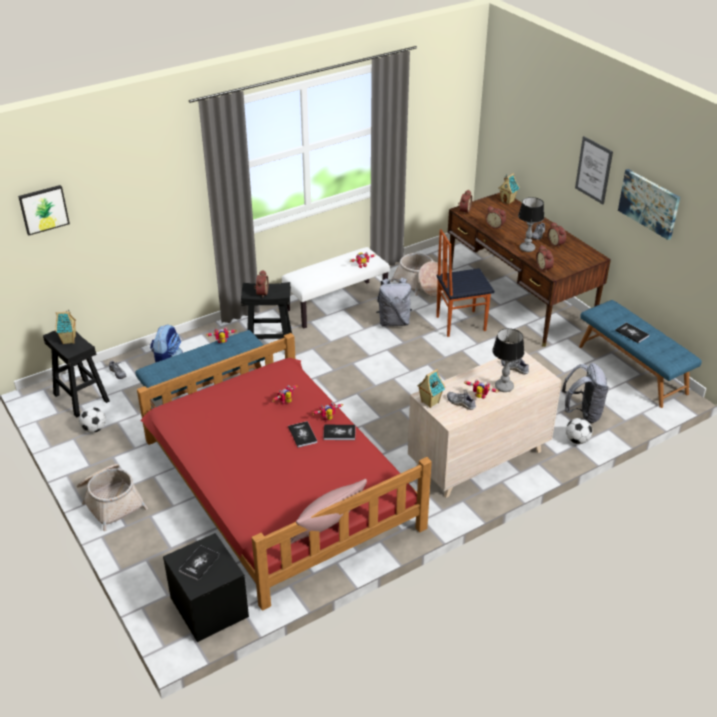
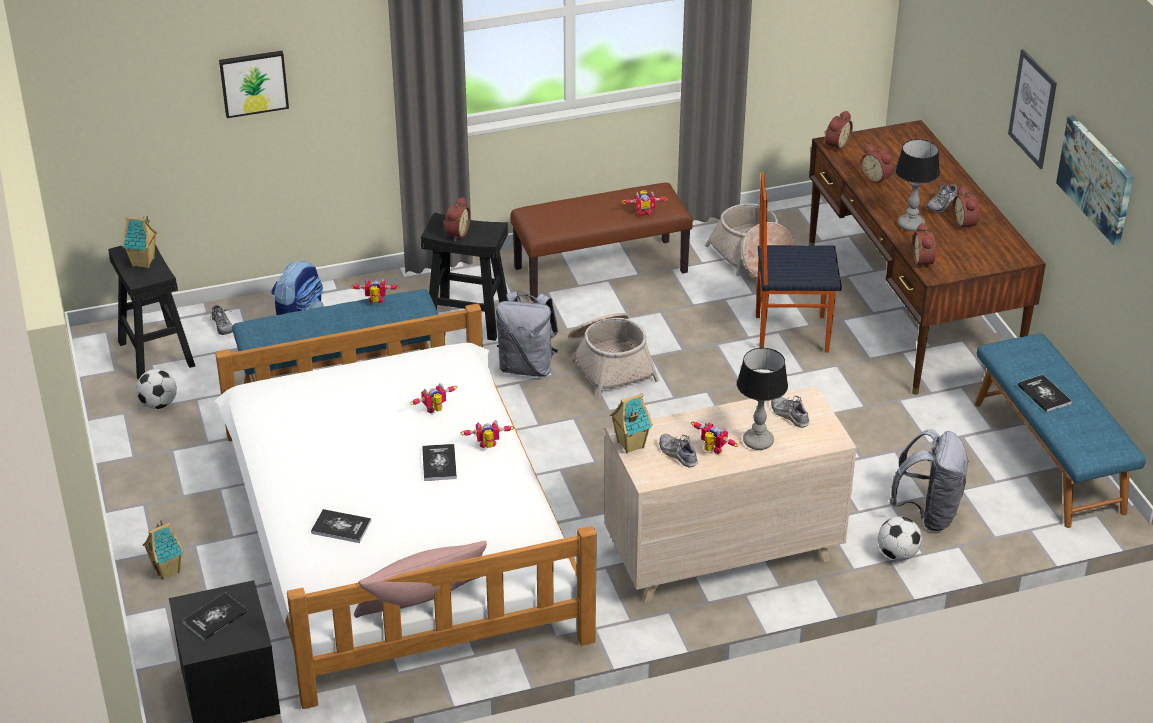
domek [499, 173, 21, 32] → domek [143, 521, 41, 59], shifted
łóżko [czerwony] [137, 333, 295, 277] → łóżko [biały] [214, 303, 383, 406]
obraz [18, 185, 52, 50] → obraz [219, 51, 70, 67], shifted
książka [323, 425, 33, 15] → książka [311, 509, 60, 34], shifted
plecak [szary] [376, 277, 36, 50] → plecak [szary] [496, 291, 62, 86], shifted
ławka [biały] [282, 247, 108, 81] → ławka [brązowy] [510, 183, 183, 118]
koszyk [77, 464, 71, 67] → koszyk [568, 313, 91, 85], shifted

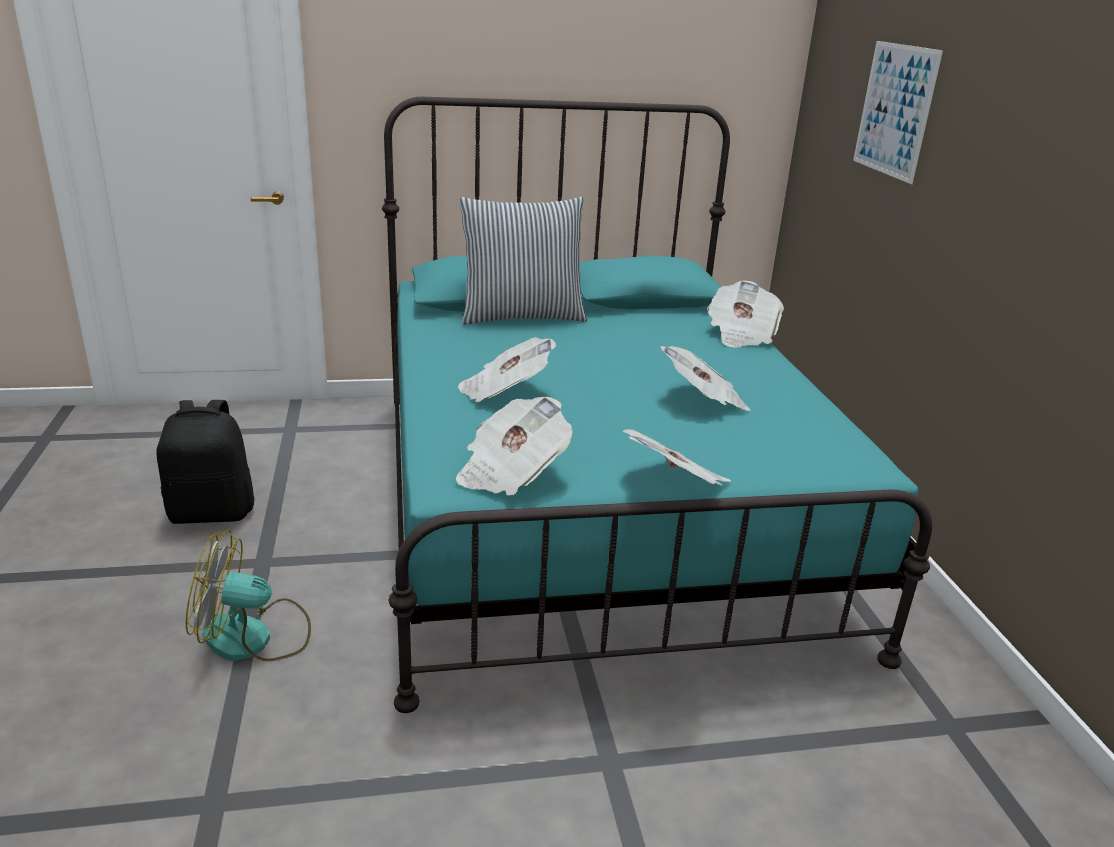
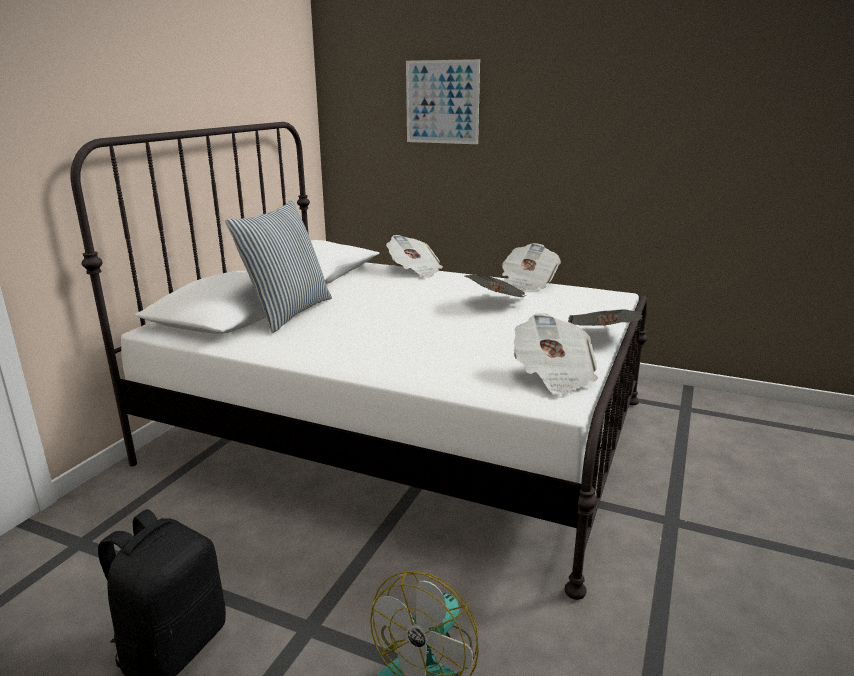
łóżko [turkusowy] [382, 97, 550, 616] → łóżko [biały] [71, 122, 577, 478]
gazeta [458, 337, 98, 66] → gazeta [502, 243, 59, 48], shifted

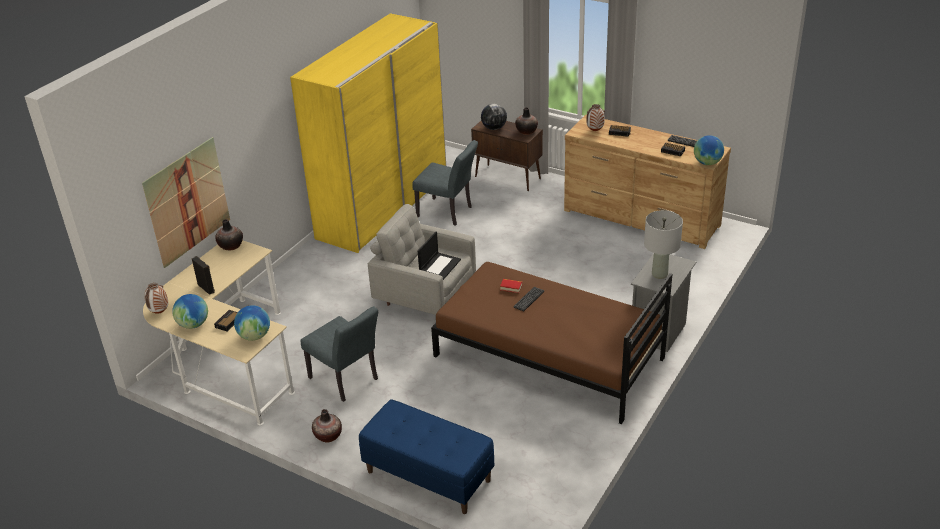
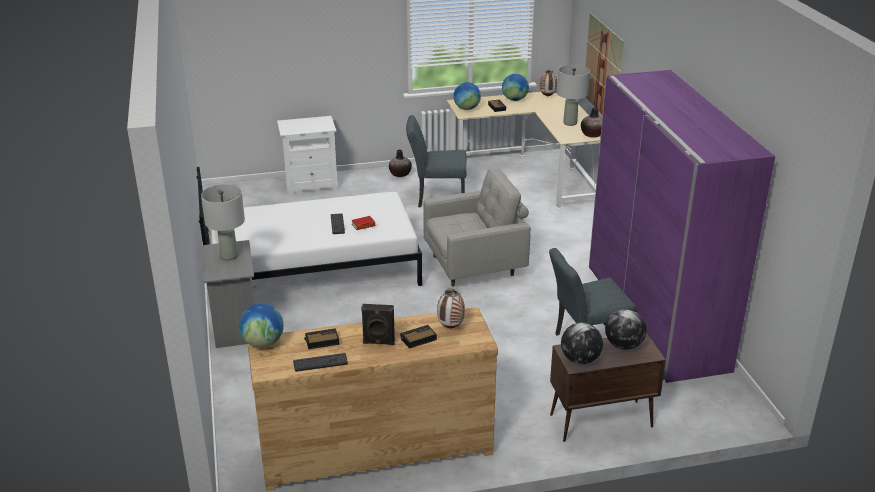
łóżko [brązowy] [431, 262, 241, 162] → łóżko [biały] [197, 167, 225, 119]
ławka [niebieski] [359, 399, 135, 115] → szafka nocna [biały] [277, 116, 61, 78]
głośnik [czarny] [192, 256, 23, 39] → głośnik [czarny] [361, 304, 34, 41], shifted
- → lampa stołowa [szary] [557, 65, 33, 61]
wazon [515, 107, 23, 28] → globus [561, 322, 42, 42]
szafa [żółty] [290, 13, 156, 240] → szafa [fioletowy] [589, 70, 186, 313]
laptop [418, 232, 43, 48] → -

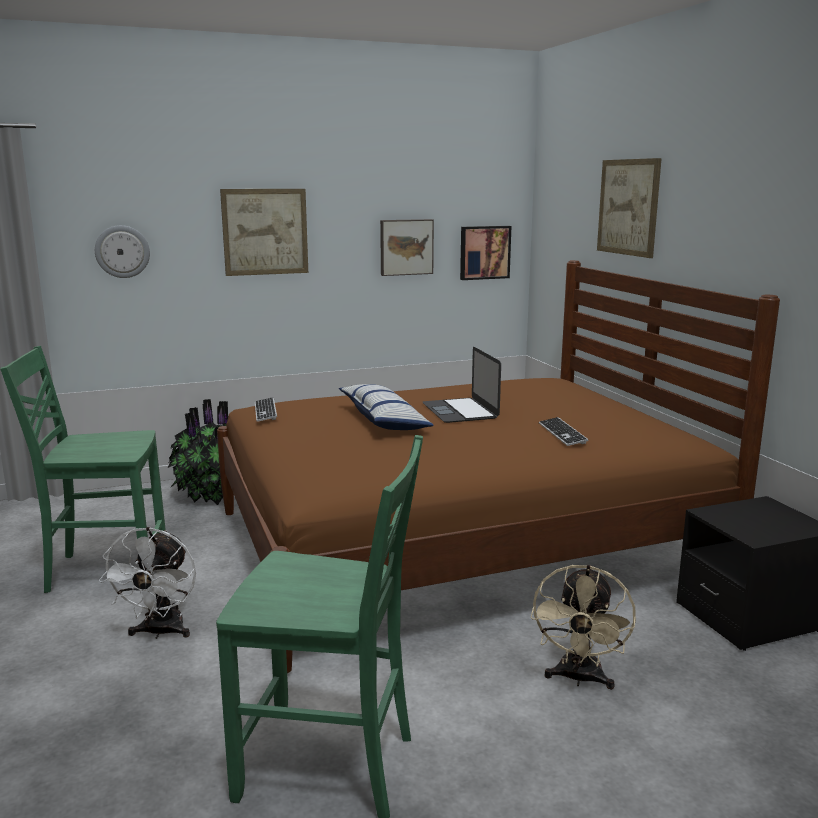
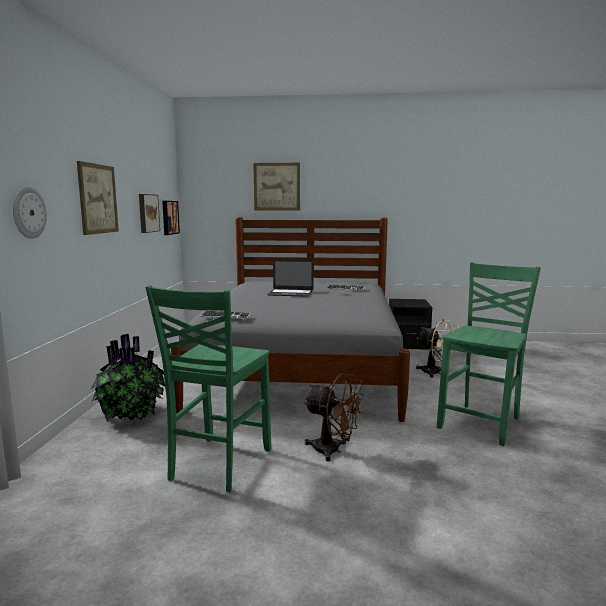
łóżko [brązowy] [217, 260, 563, 413] → łóżko [szary] [171, 217, 239, 205]
wentylator [biały] [99, 527, 97, 112] → wentylator [brązowy] [303, 373, 61, 88]
poduszka [339, 384, 95, 46] → -

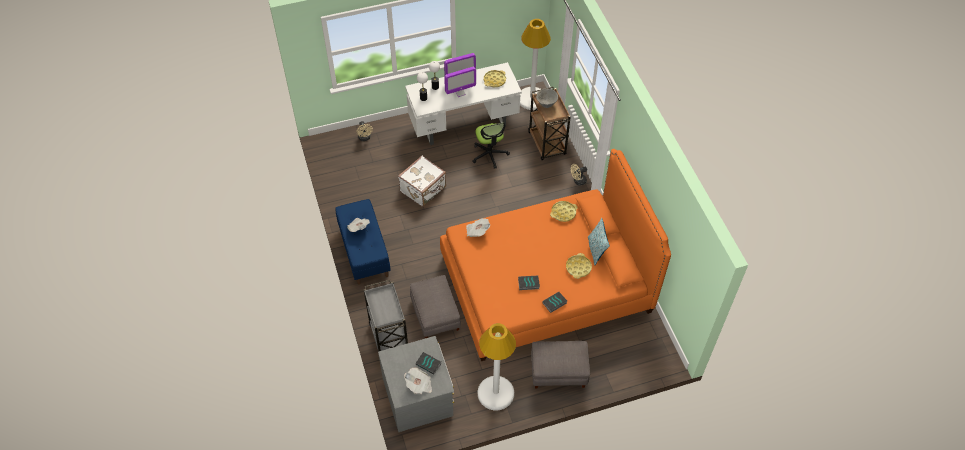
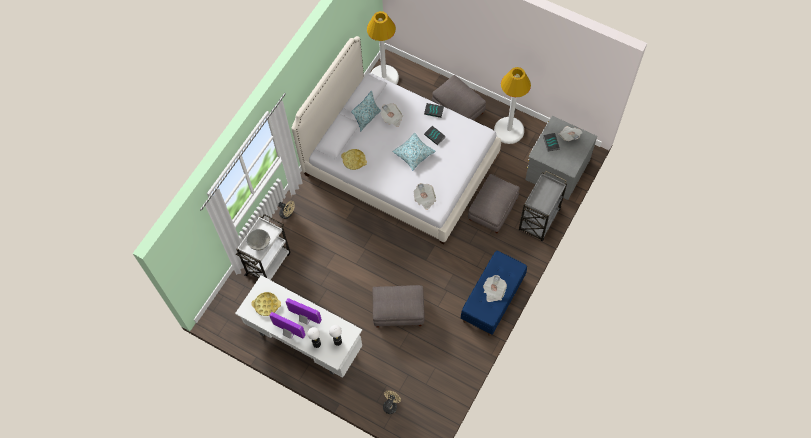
wózek [brązowy] [528, 87, 43, 73] → wózek [biały] [236, 214, 54, 66]
łóżko [pomarańczowy] [440, 149, 231, 212] → łóżko [biały] [292, 36, 209, 209]
lampa stojąca [biały] [520, 19, 31, 91] → lampa stojąca [biały] [367, 11, 32, 74], shifted
walizka [biały] [398, 156, 48, 51] → pufa [szary] [373, 285, 51, 43]
taca [żółty] [566, 253, 26, 26] → gazeta [381, 103, 22, 24]
- → poduszka [392, 132, 44, 38]
krzesło biurowe [472, 122, 38, 47] → -

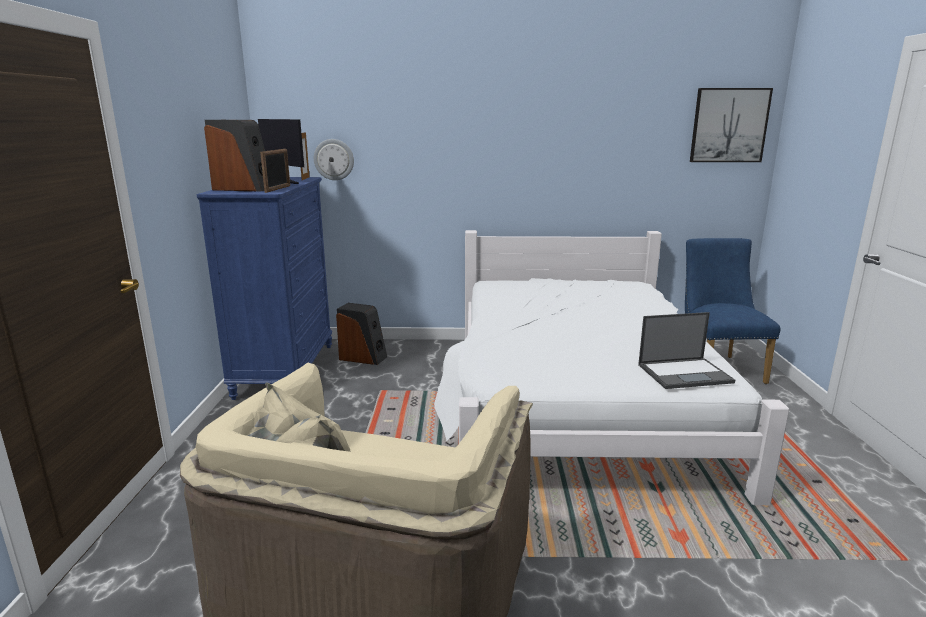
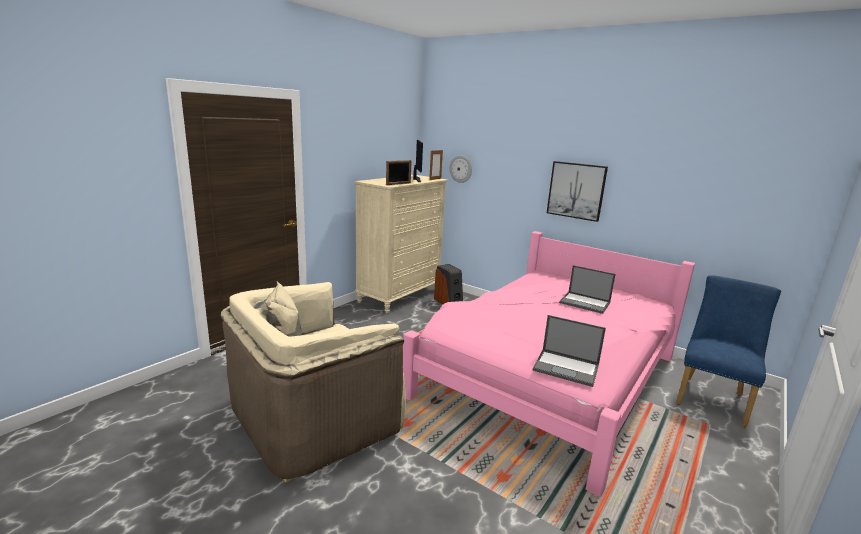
komoda [niebieski] [197, 177, 135, 223] → komoda [beżowy] [354, 175, 94, 138]
łóżko [biały] [434, 230, 355, 275] → łóżko [różowy] [403, 231, 292, 266]
obraz [690, 88, 83, 74] → obraz [547, 161, 61, 61], shifted
- → laptop [559, 265, 57, 49]
głośnik [204, 120, 61, 71] → -

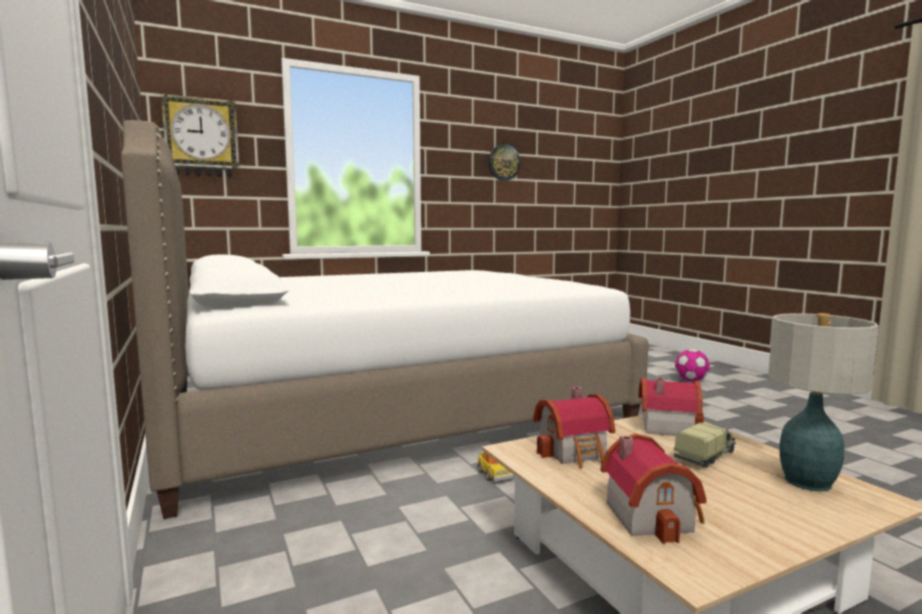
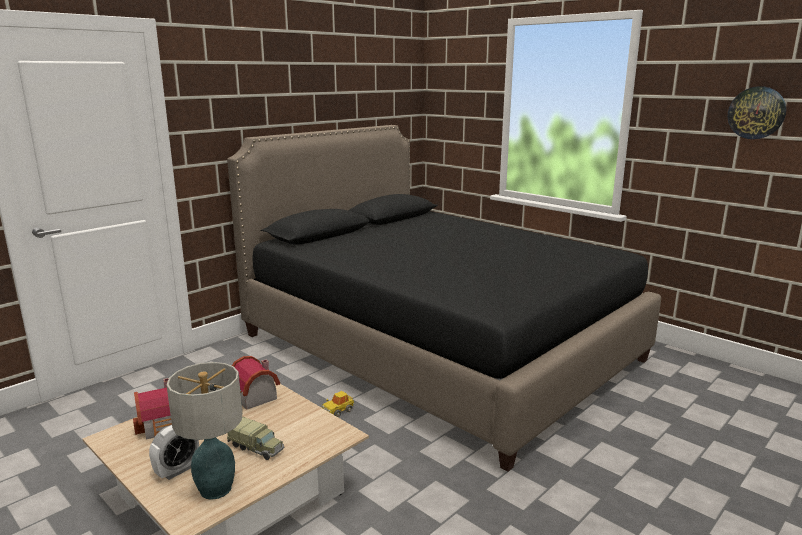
- → budzik [149, 425, 50, 55]
łóżko [biały] [121, 120, 528, 399] → łóżko [czarny] [227, 125, 434, 347]
zegar ścienny [161, 94, 79, 84] → -
domek [638, 377, 66, 59] → -
piłka futbolowa [675, 349, 35, 32] → -

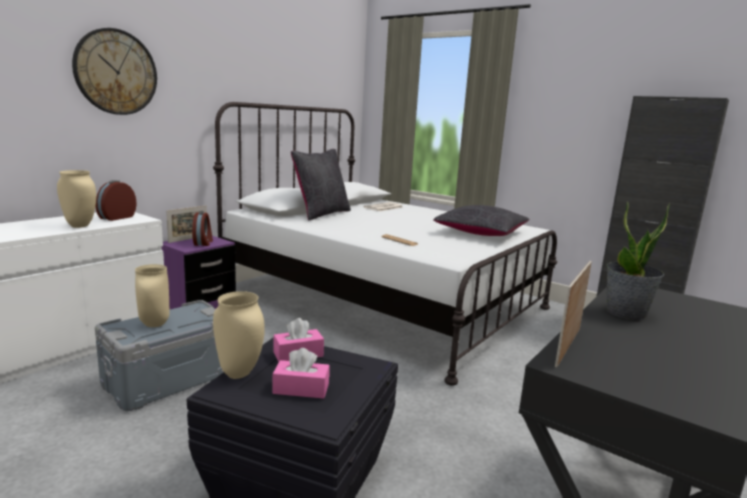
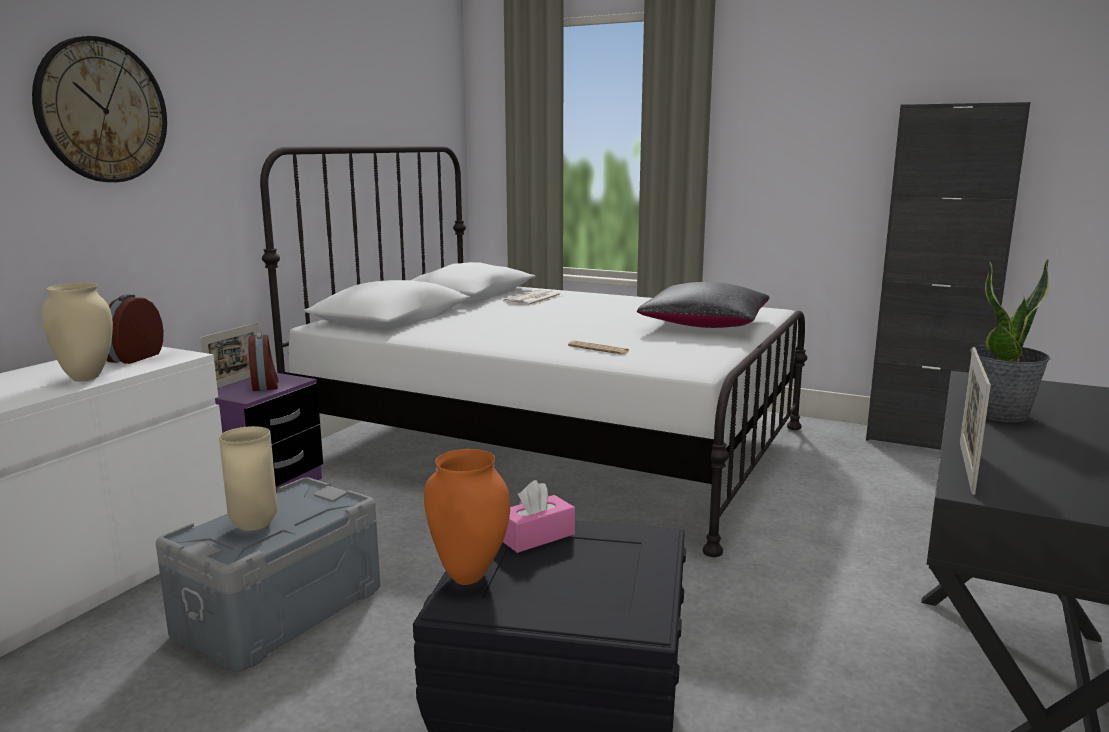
wazon [beżowy] [213, 291, 52, 88] → wazon [pomarańczowy] [424, 449, 86, 136]
pudełko chusteczek [różowy] [273, 348, 57, 51] → -
poduszka [czarny] [291, 149, 60, 72] → -

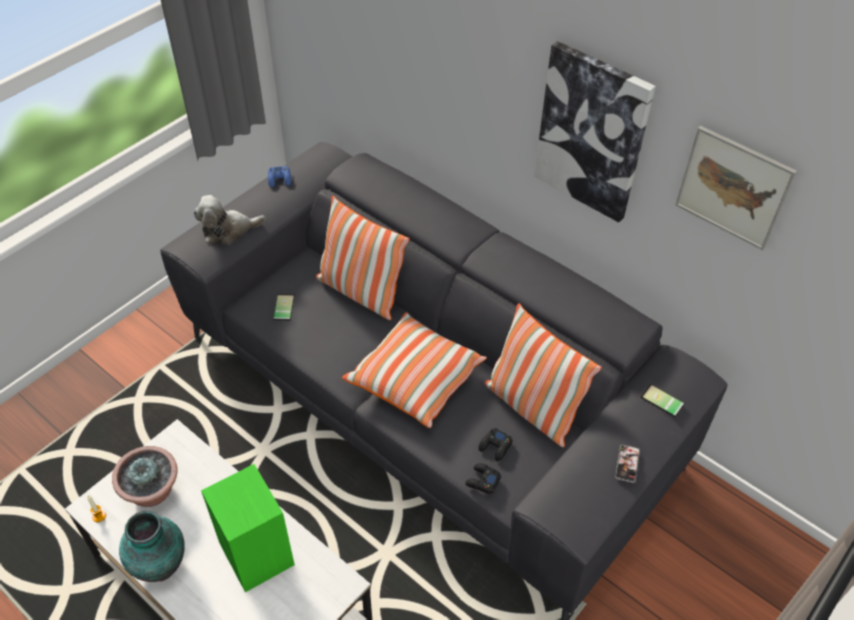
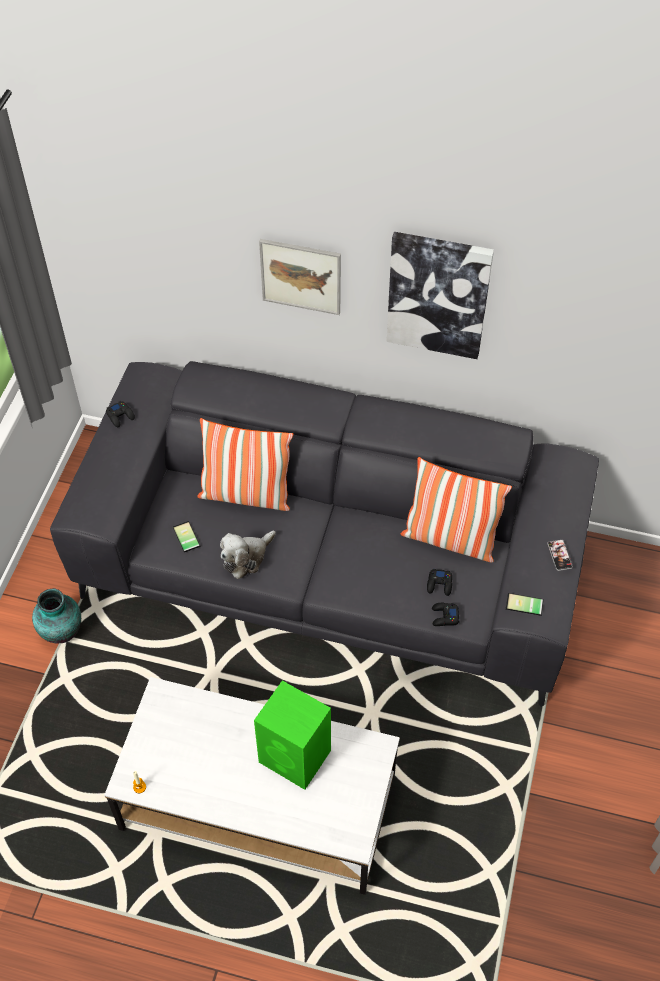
wazon [119, 511, 65, 71] → wazon [32, 588, 49, 55], shifted
pad do gier [niebieski] [268, 166, 23, 21] → pad do gier [czarny] [106, 401, 29, 26]
pluszak [194, 195, 72, 50] → pluszak [220, 531, 56, 48], shifted
obraz [675, 126, 122, 124] → obraz [259, 239, 82, 76], shifted
telefon [641, 384, 44, 33] → telefon [506, 593, 38, 23], shifted
roślina doniczkowa [112, 446, 66, 61] → -
poduszka [342, 312, 145, 116] → -

